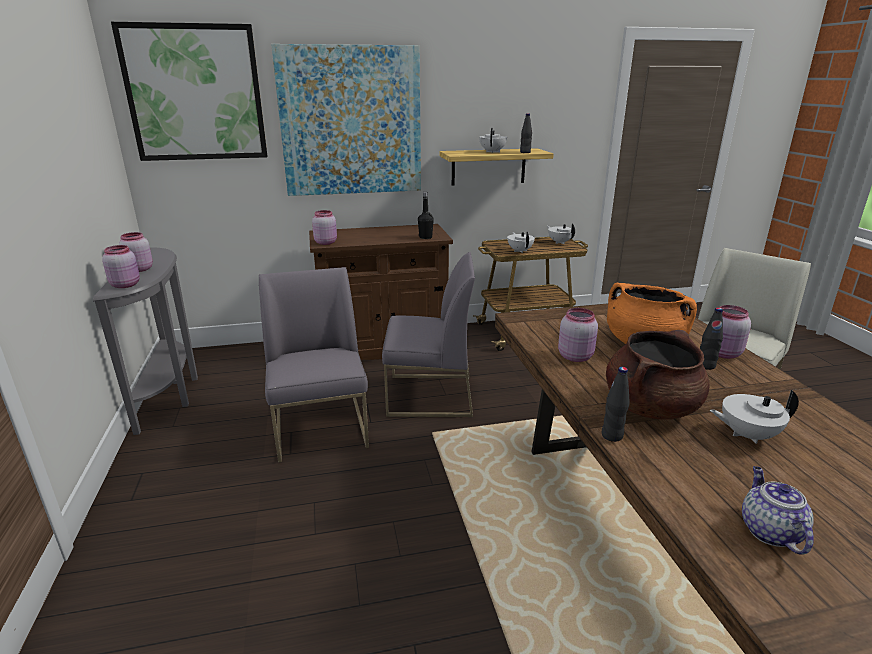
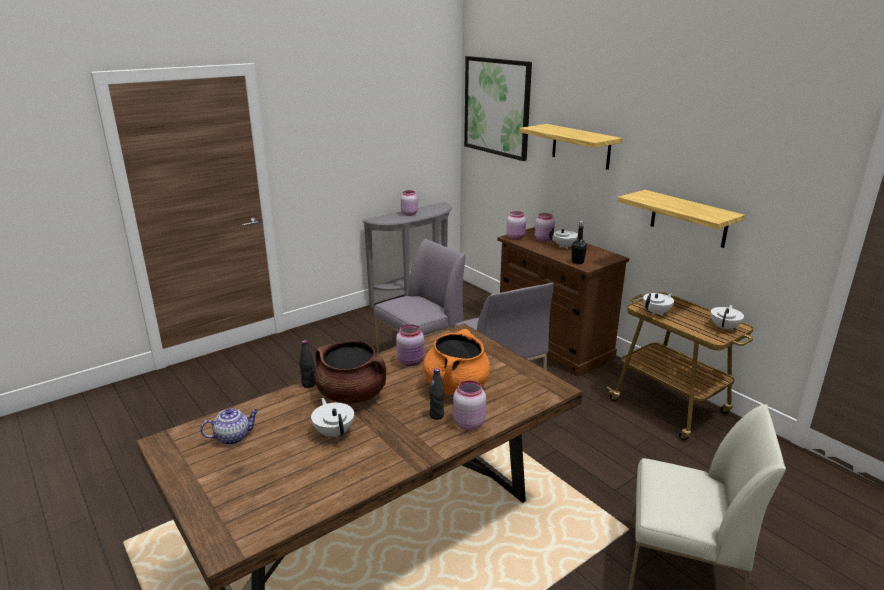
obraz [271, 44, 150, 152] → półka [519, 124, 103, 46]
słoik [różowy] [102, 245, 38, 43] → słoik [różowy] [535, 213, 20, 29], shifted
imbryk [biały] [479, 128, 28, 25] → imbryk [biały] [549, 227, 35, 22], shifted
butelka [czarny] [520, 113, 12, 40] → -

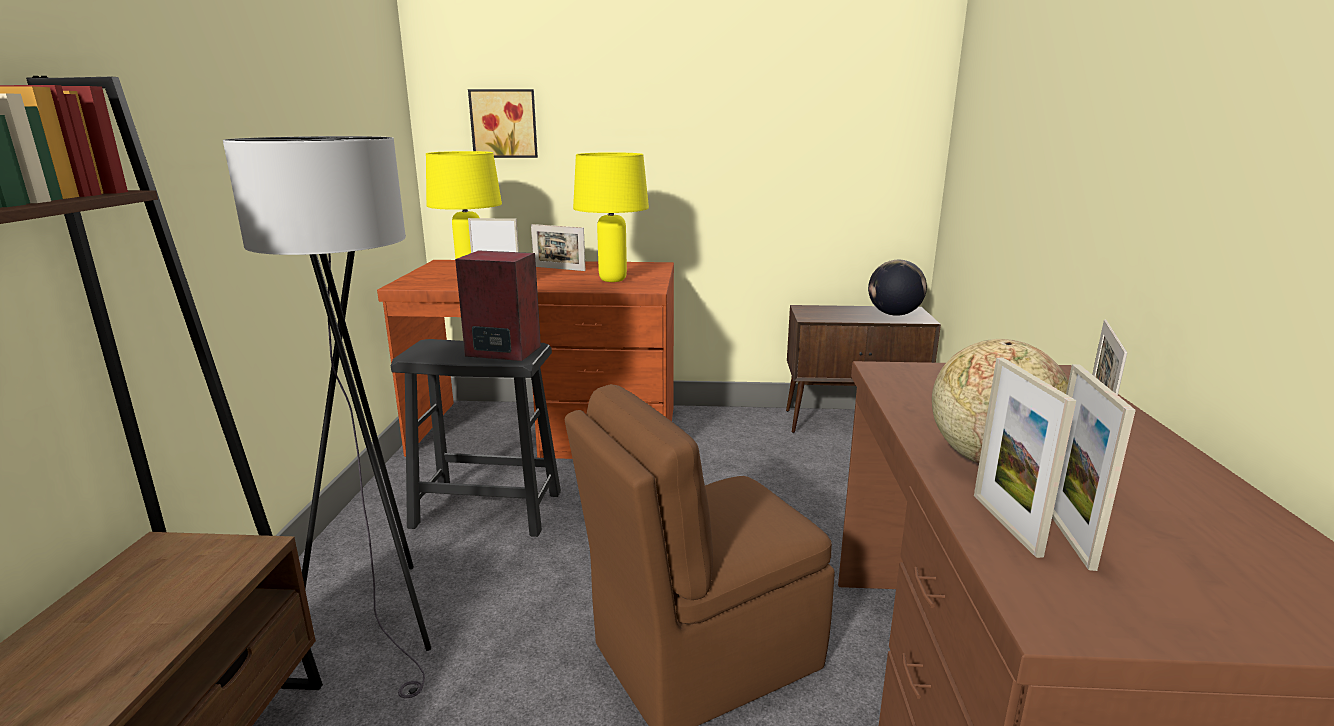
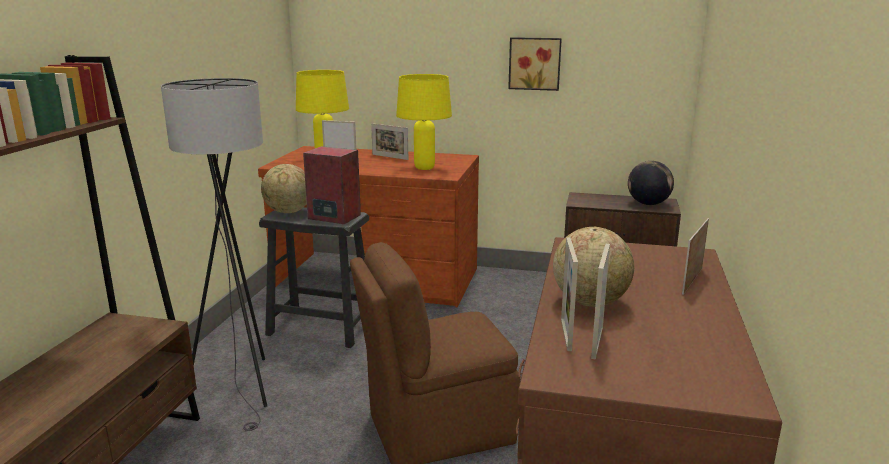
- → globus [261, 164, 46, 49]
obraz [468, 89, 70, 69] → obraz [508, 37, 54, 54], shifted

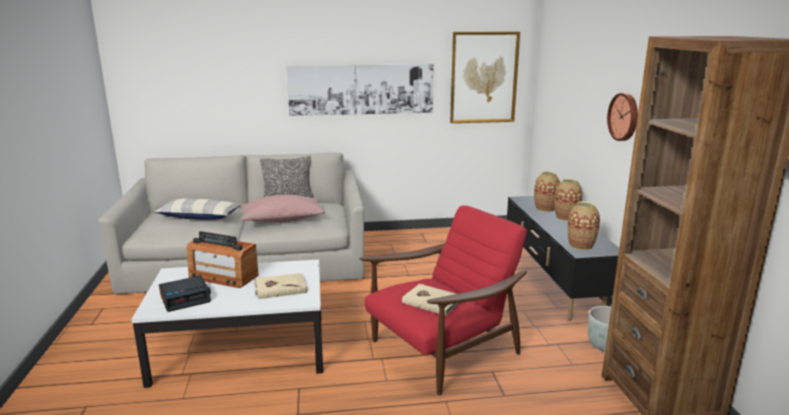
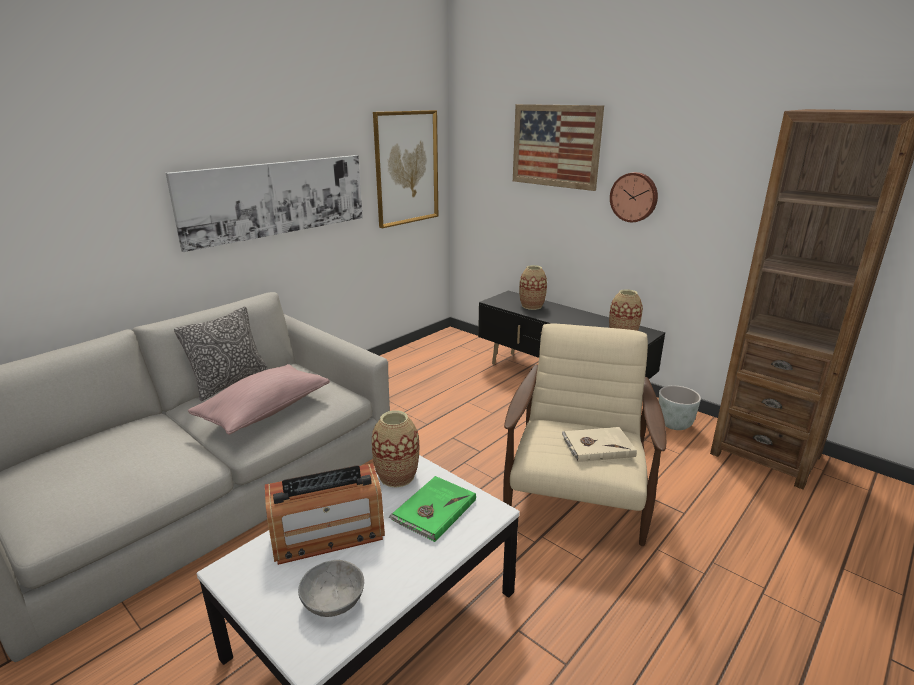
budzik [159, 275, 52, 37] → miska [szary] [298, 560, 66, 57]
wazon [554, 179, 29, 42] → wazon [372, 410, 47, 78], shifted
książka [beżowy] [254, 273, 53, 26] → książka [zielony] [389, 476, 87, 66]
fotel [czerwony] [359, 205, 168, 190] → fotel [beżowy] [503, 324, 163, 222]
- → obraz [513, 104, 91, 87]
poduszka [154, 198, 86, 22] → -

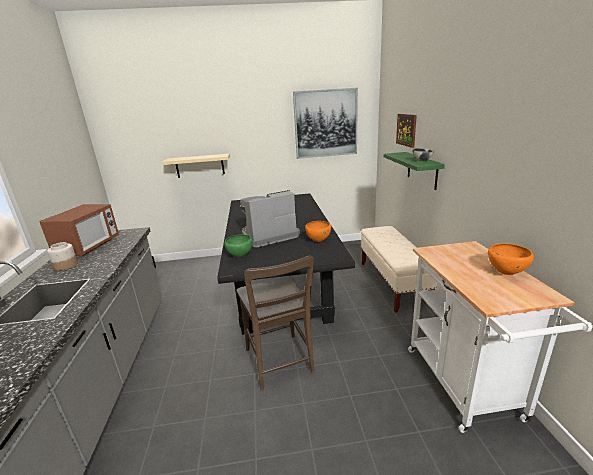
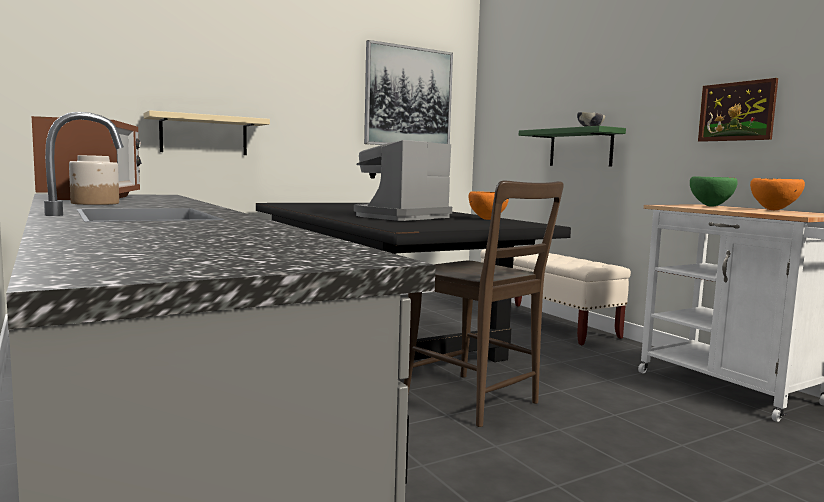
miska [zielony] [224, 234, 29, 24] → miska [zielony] [690, 176, 48, 31], shifted
obraz [396, 114, 21, 34] → obraz [698, 78, 80, 64], shifted

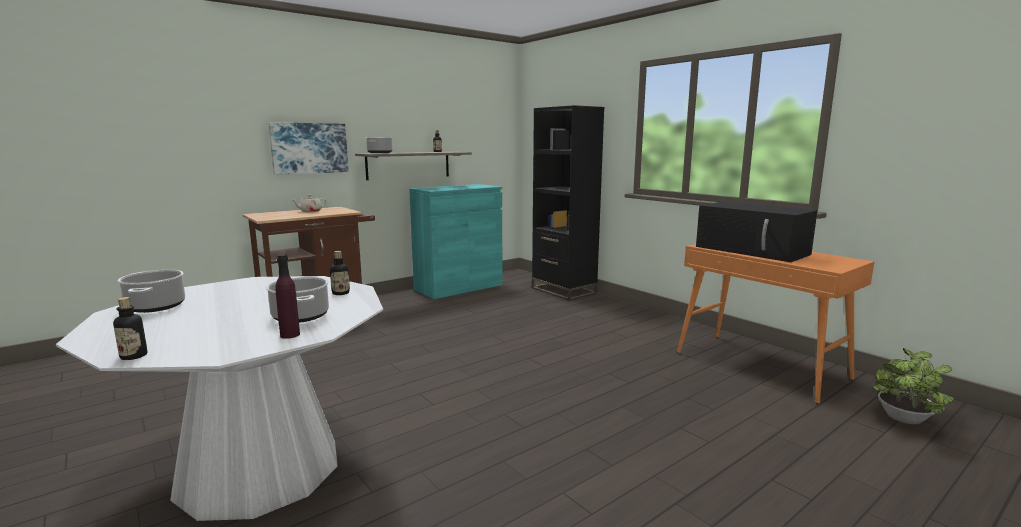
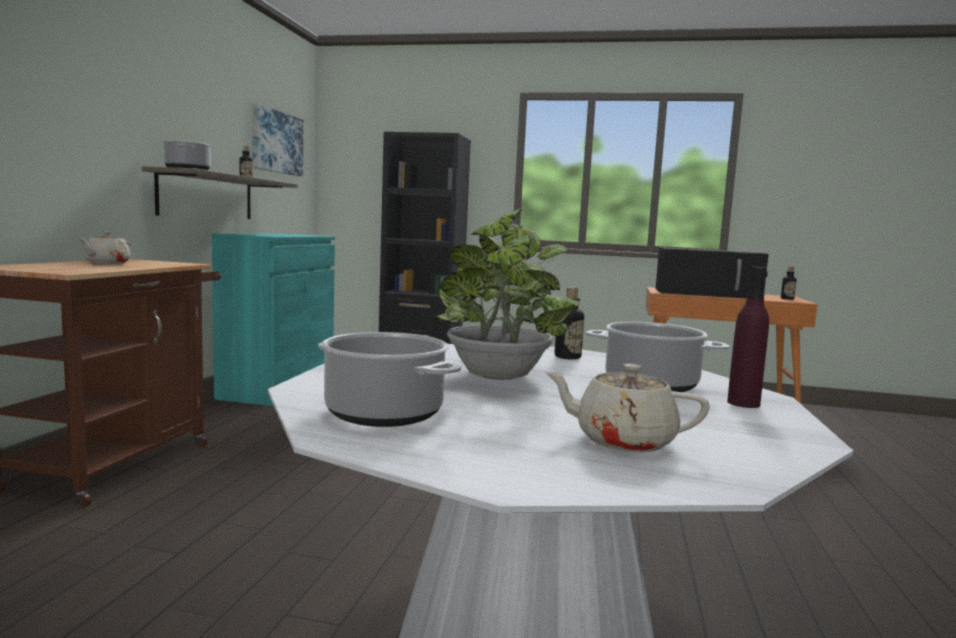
obraz [269, 122, 79, 53] → obraz [252, 103, 51, 73], shifted
roślina doniczkowa [872, 348, 82, 76] → roślina doniczkowa [435, 208, 145, 172], shifted
- → imbryk [beżowy] [545, 364, 165, 89]
butelka [113, 297, 34, 63] → butelka [781, 267, 16, 33], shifted

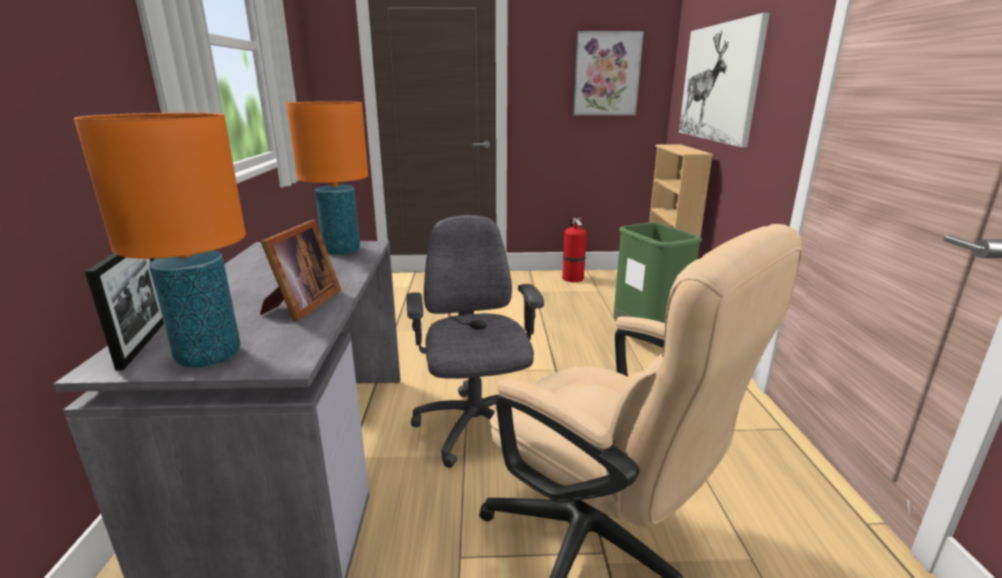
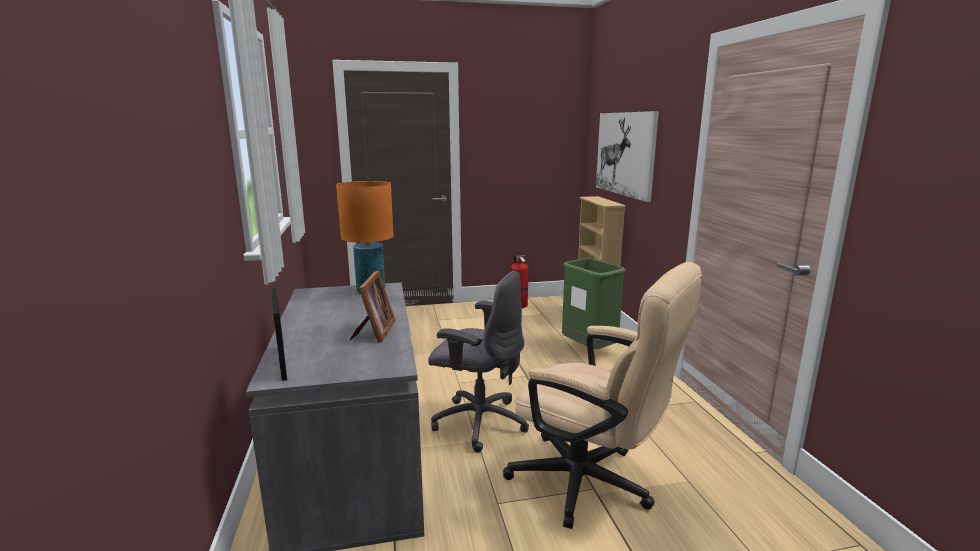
krzesło biurowe [szary] [406, 215, 138, 253] → krzesło biurowe [szary] [428, 271, 101, 182], 135 degrees clockwise
lampa stołowa [pomarańczowy] [74, 113, 172, 255] → -
obraz [573, 31, 71, 85] → -

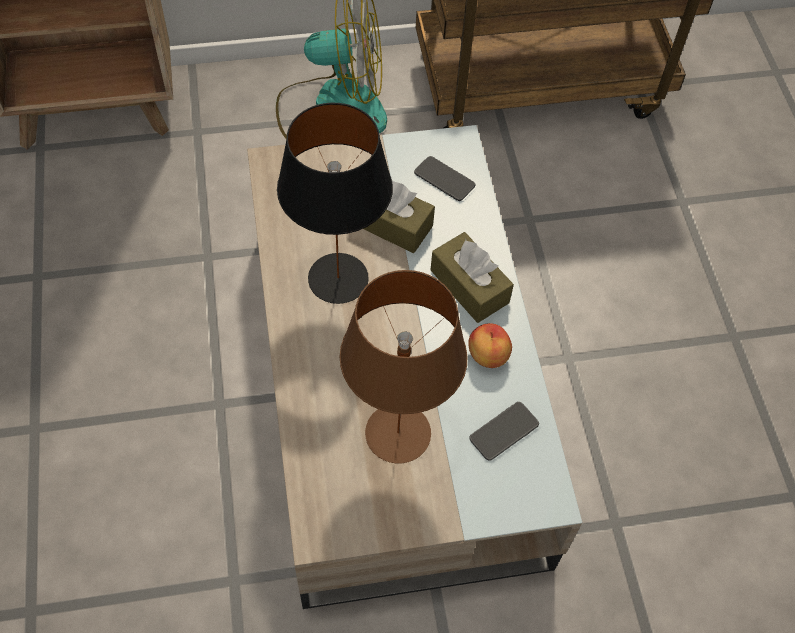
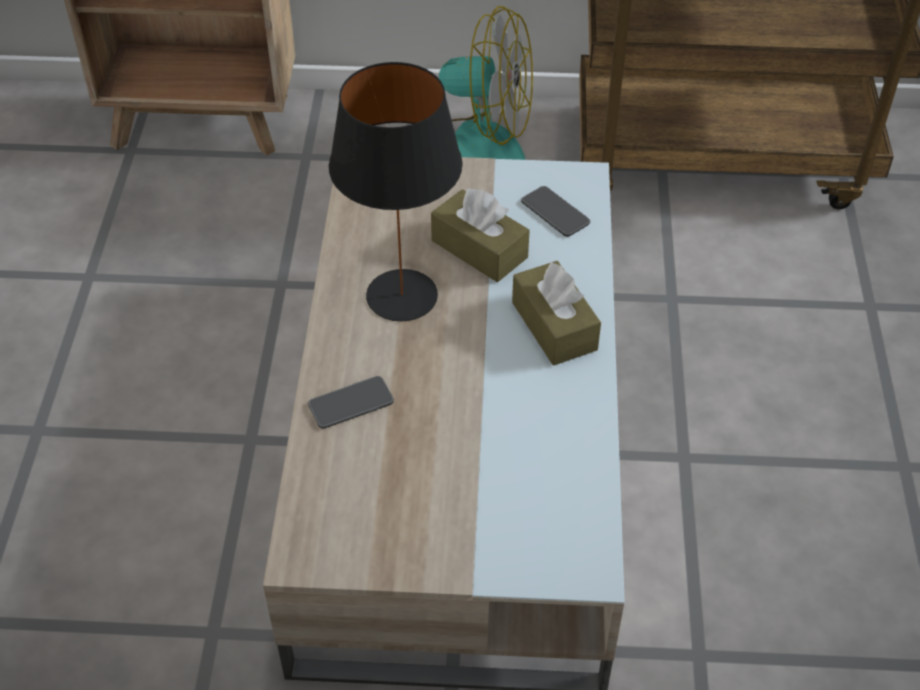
telefon [469, 402, 70, 59] → telefon [308, 376, 86, 53], shifted
lampa stołowa [brązowy] [340, 270, 127, 194] → -
jabłko [468, 323, 44, 45] → -

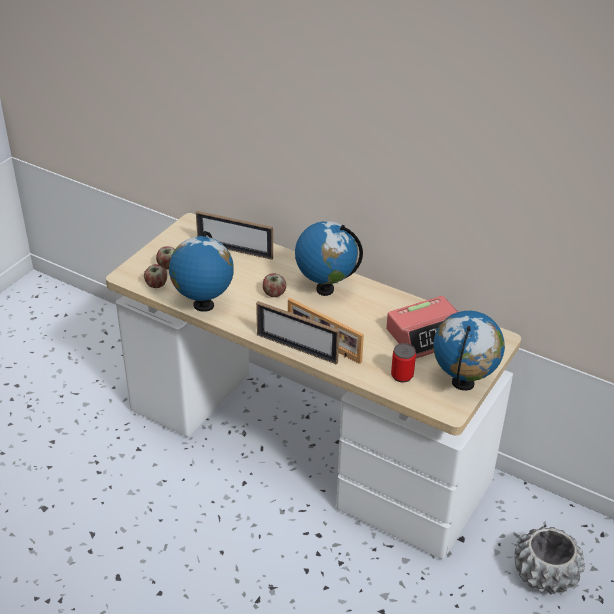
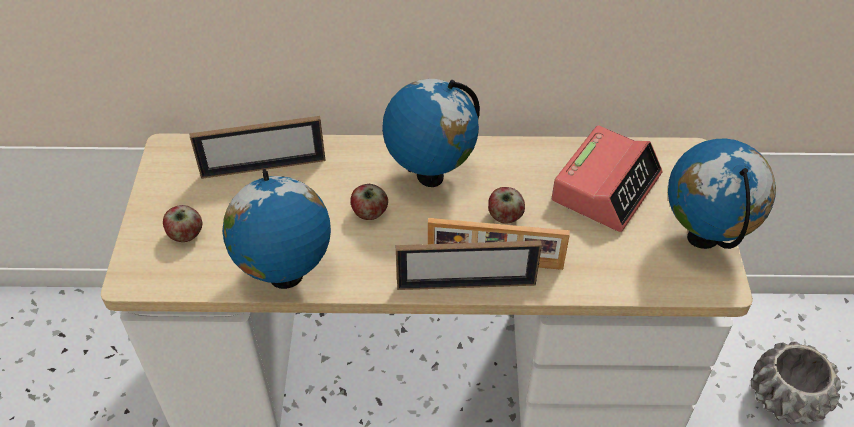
jabłko [144, 264, 23, 24] → jabłko [488, 187, 37, 37], shifted
puszka [391, 343, 25, 39] → -

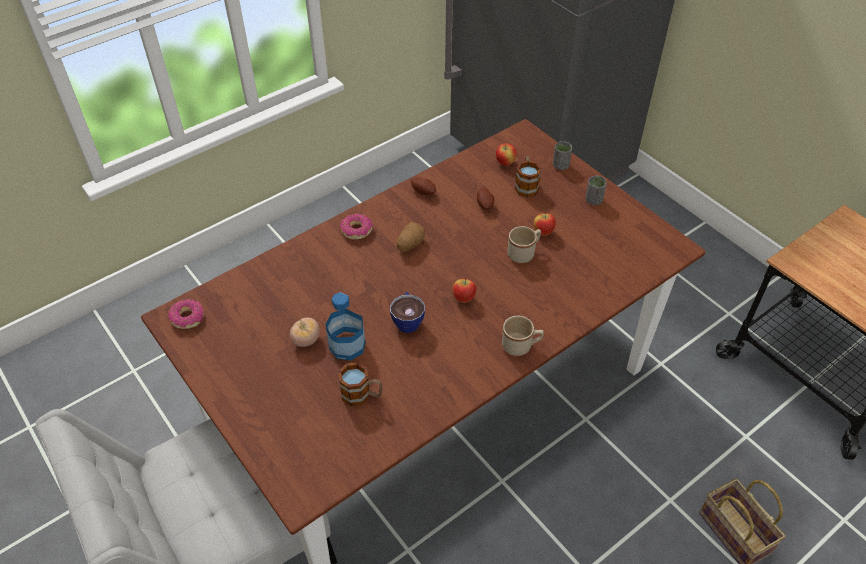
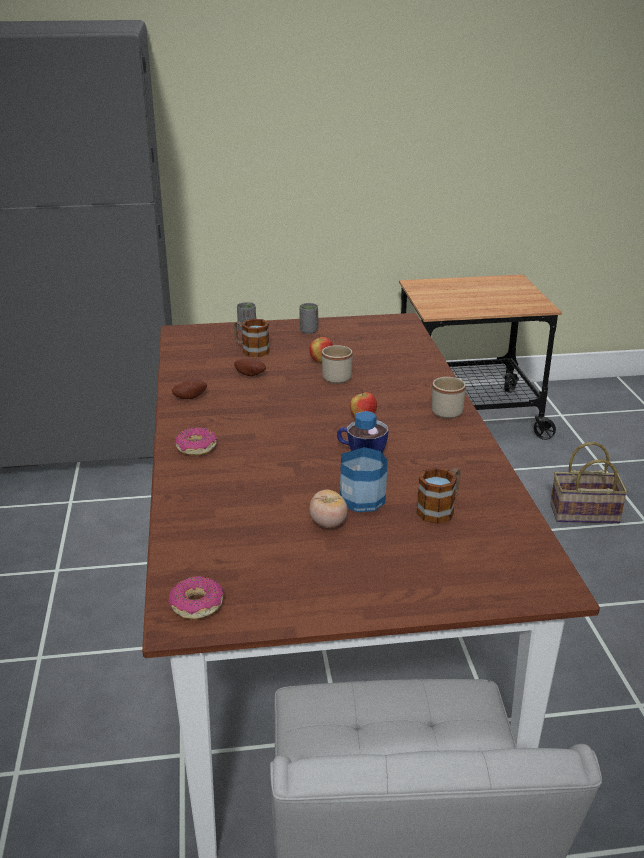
ziemniak [397, 222, 28, 30] → -
jabłko [496, 143, 21, 23] → -

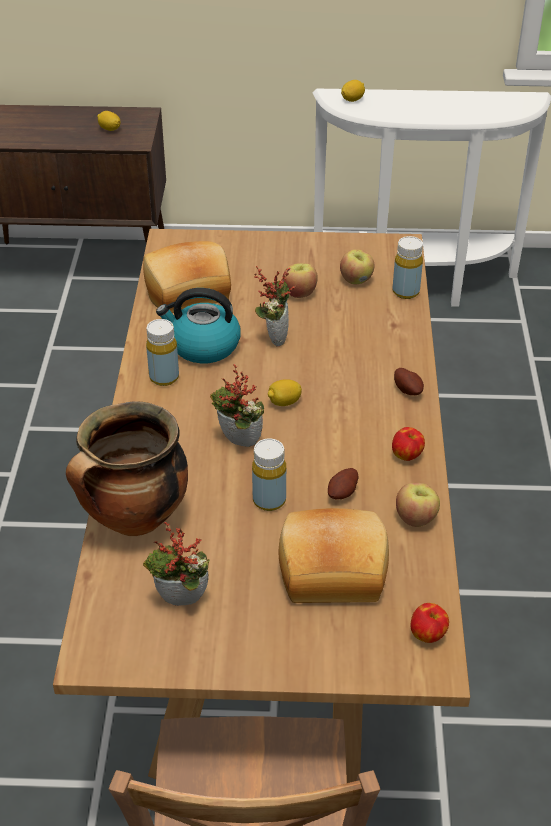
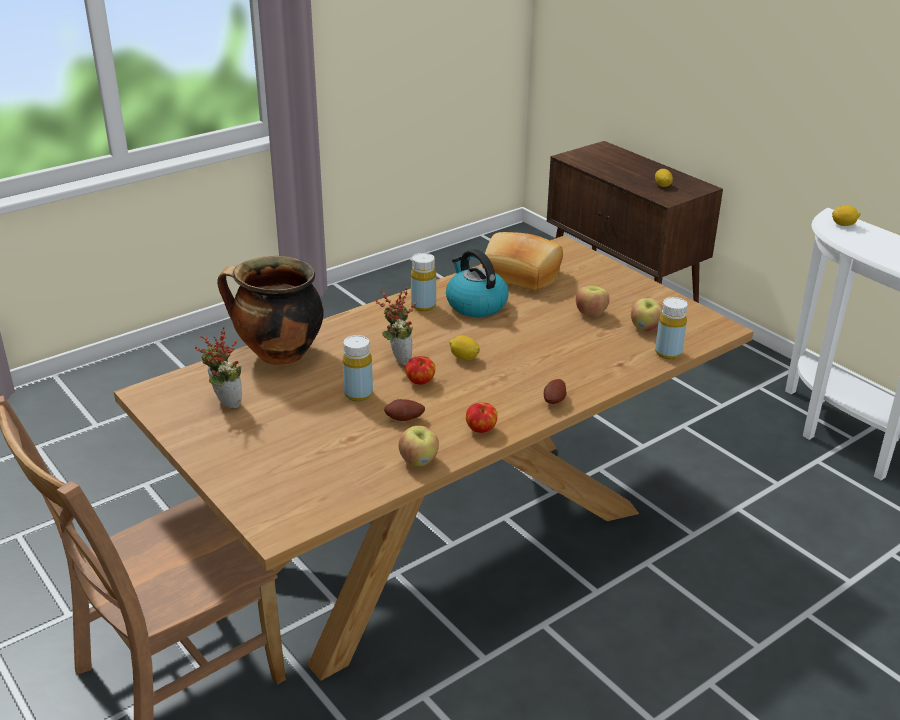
jabłko [411, 603, 38, 40] → jabłko [406, 356, 29, 29], shifted
roślina doniczkowa [254, 266, 42, 81] → -
chleb [278, 508, 111, 95] → -

